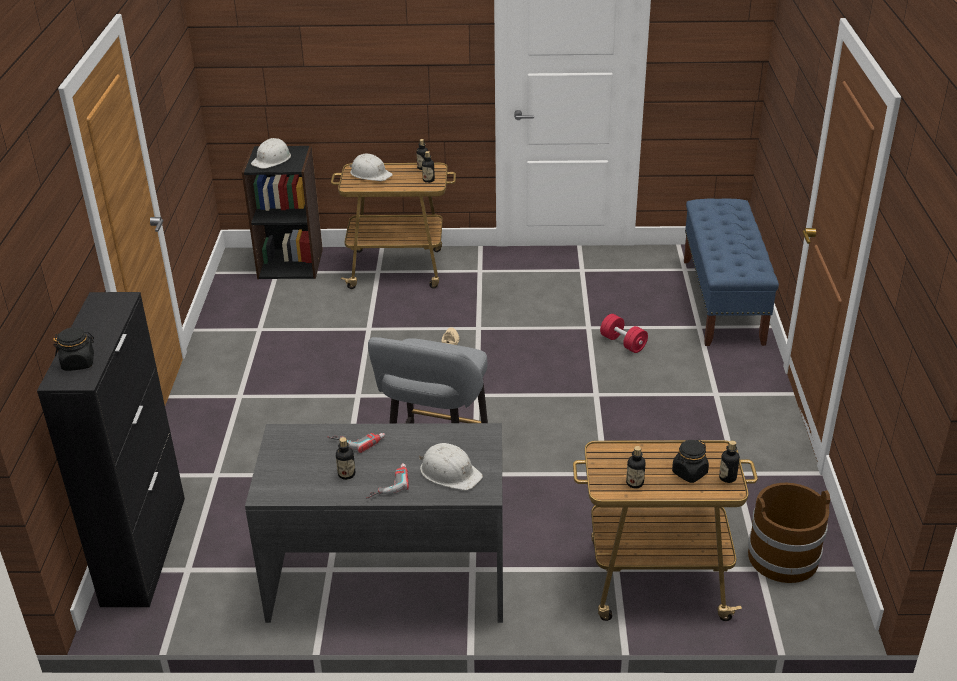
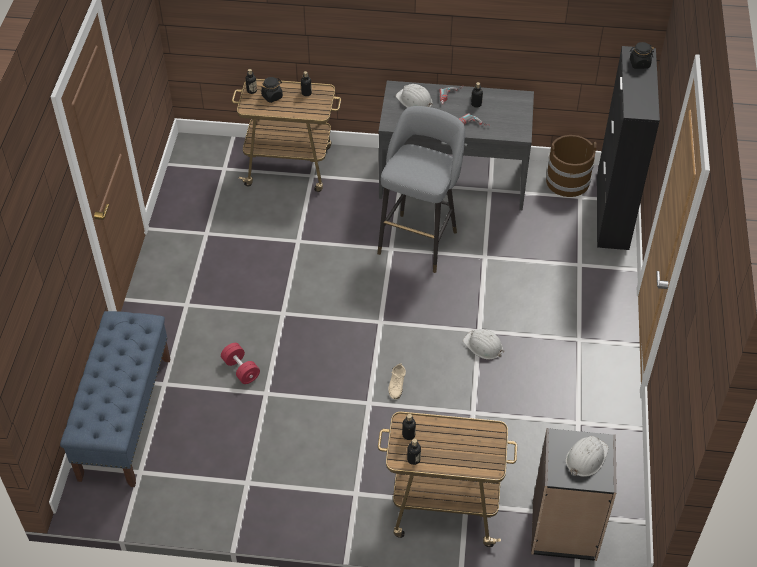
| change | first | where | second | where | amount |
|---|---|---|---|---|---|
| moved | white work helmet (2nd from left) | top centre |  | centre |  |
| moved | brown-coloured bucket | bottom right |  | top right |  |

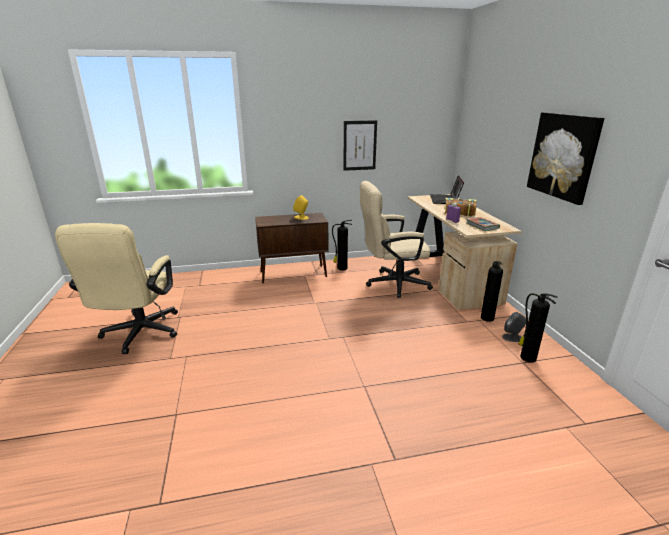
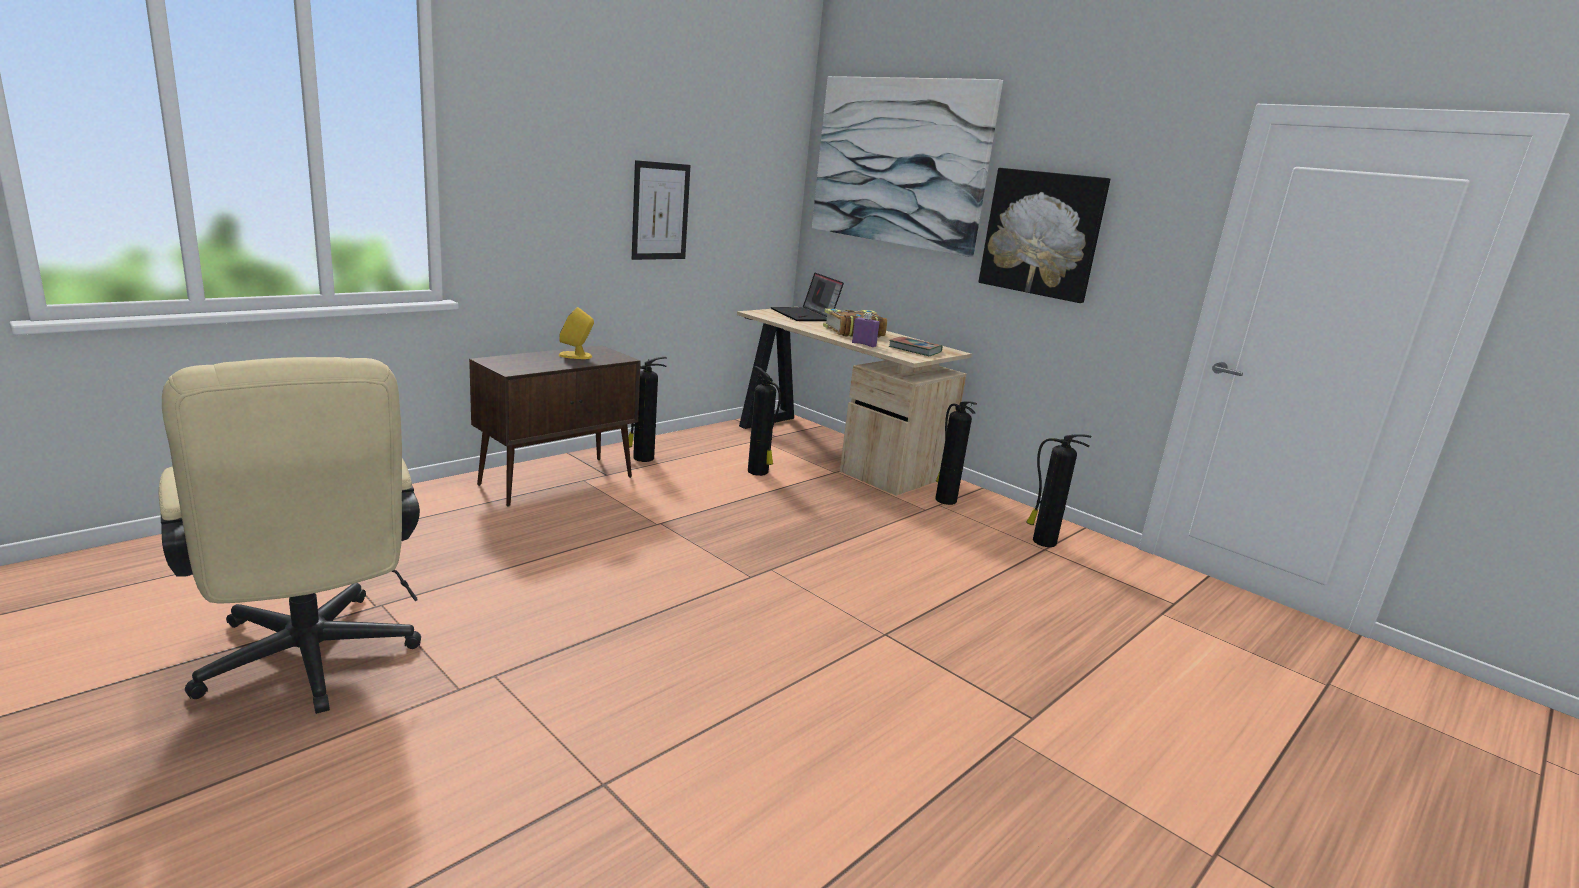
| change | first | where | second | where | amount |
|---|---|---|---|---|---|
| replaced | beige office chair (2nd from left) | centre | fire extinguisher (2nd from left) | centre |  |
| removed | greyish loudspeaker | middle right |  |  |  |
| added |  |  | wall picture (2nd from left) | top centre |  |

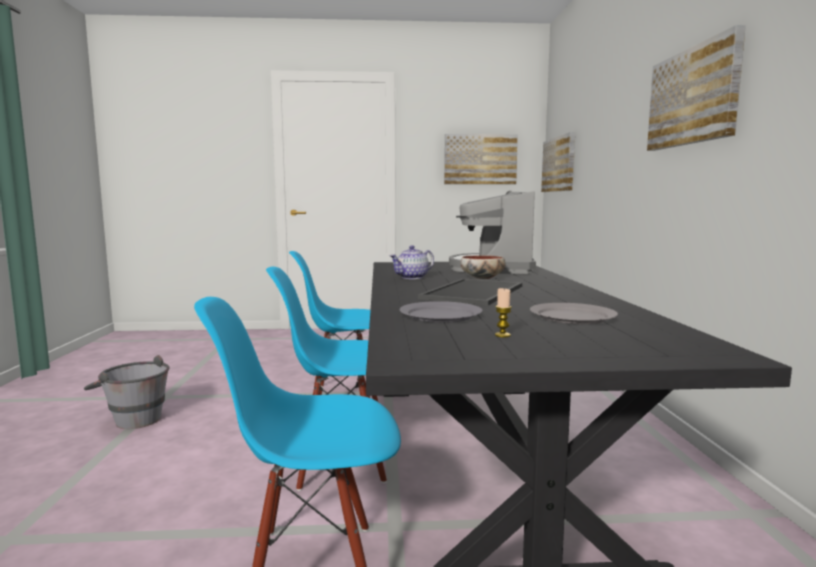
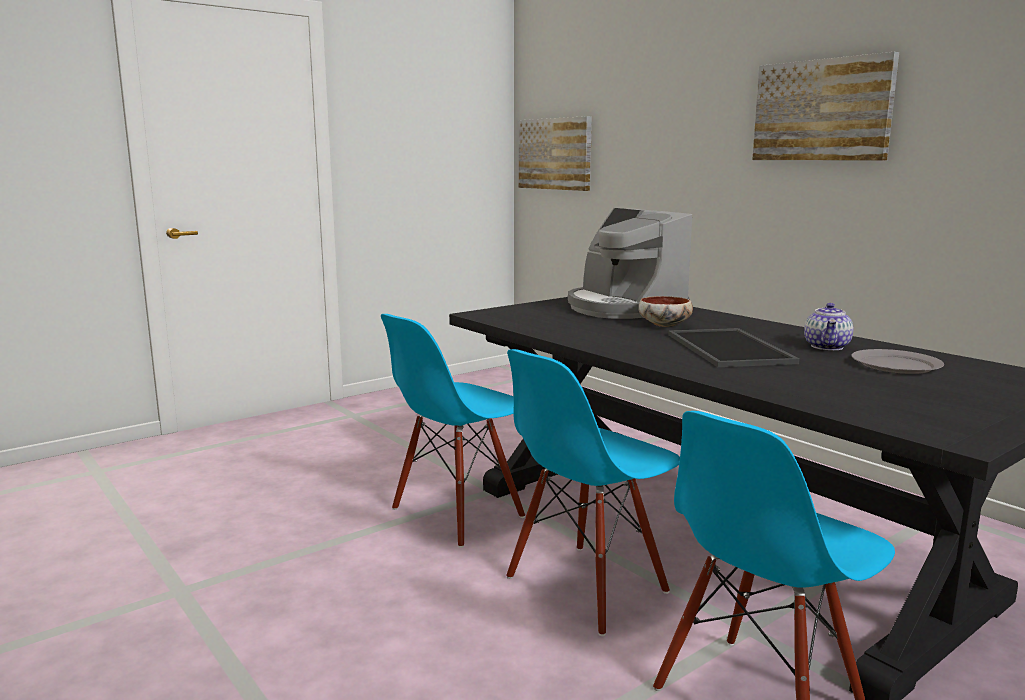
| change | first | where | second | where | amount |
|---|---|---|---|---|---|
| removed | greyish bucket | bottom left |  |  |  |
| moved | pot for tea | centre |  | middle right |  |
| removed | greyish dinner plate (1st from left) | centre |  |  |  |
| removed | wall picture (1st from left) | top centre |  |  |  |
| removed | wax light | centre |  |  |  |

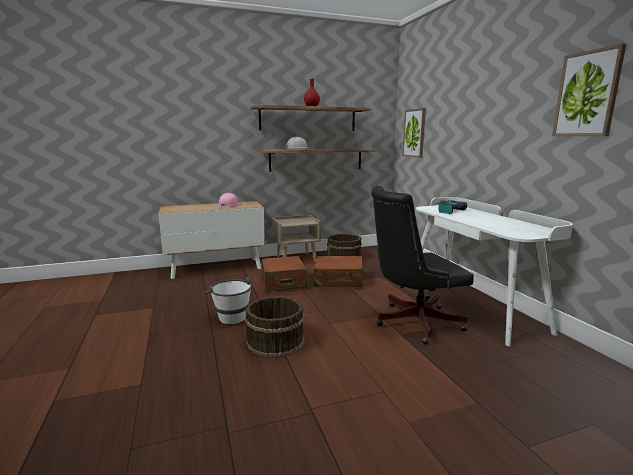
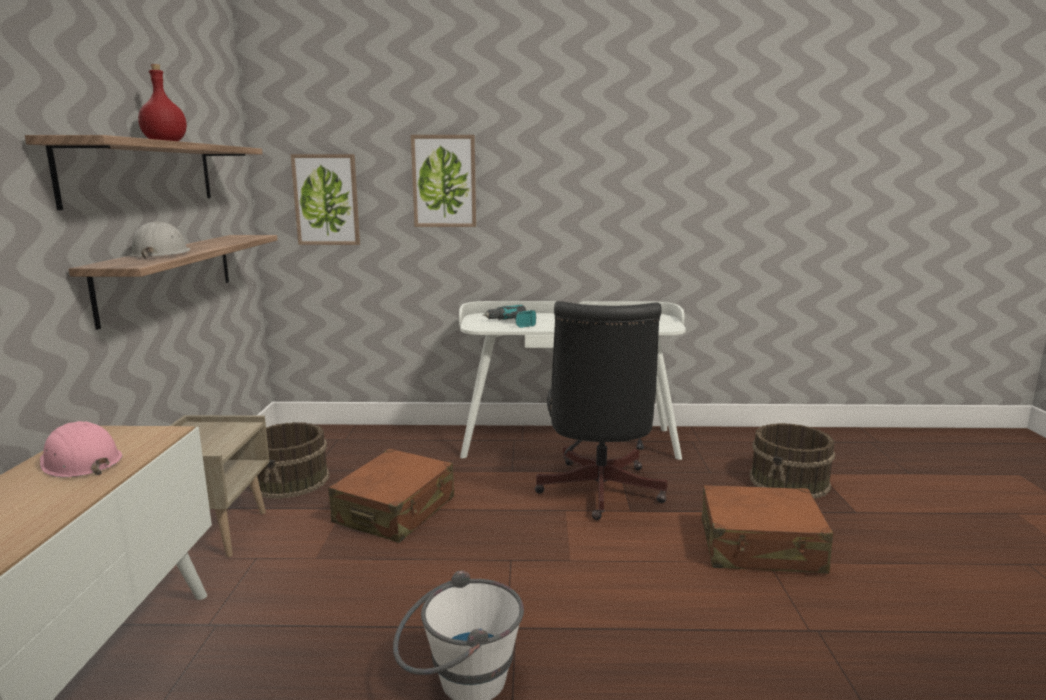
| change | first | where | second | where | amount |
|---|---|---|---|---|---|
| moved | brown-coloured bucket (1st from left in the first image) | bottom centre | brown-coloured bucket (2nd from left) | middle right |  |
| moved | brown-coloured piece of luggage (1st from left in the first image) | centre | brown-coloured piece of luggage (2nd from left) | bottom right |  |
| moved | wall picture (2nd from left) | top right |  | top centre |  |

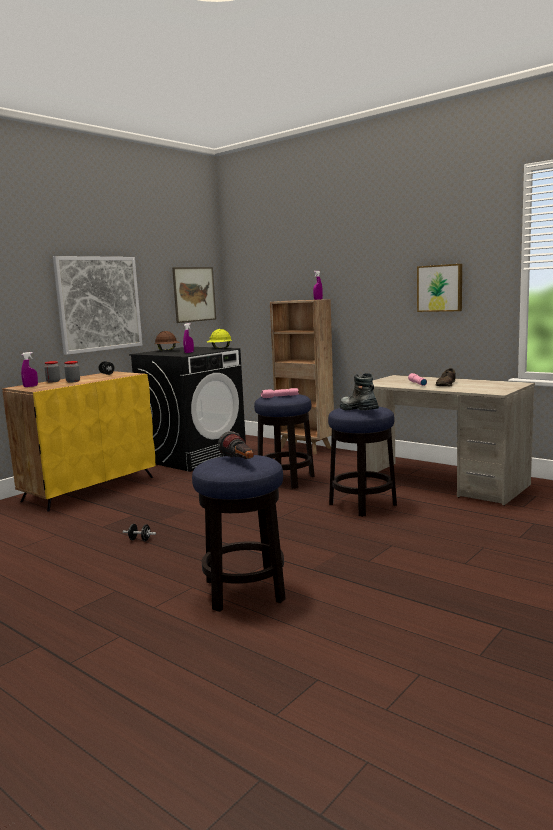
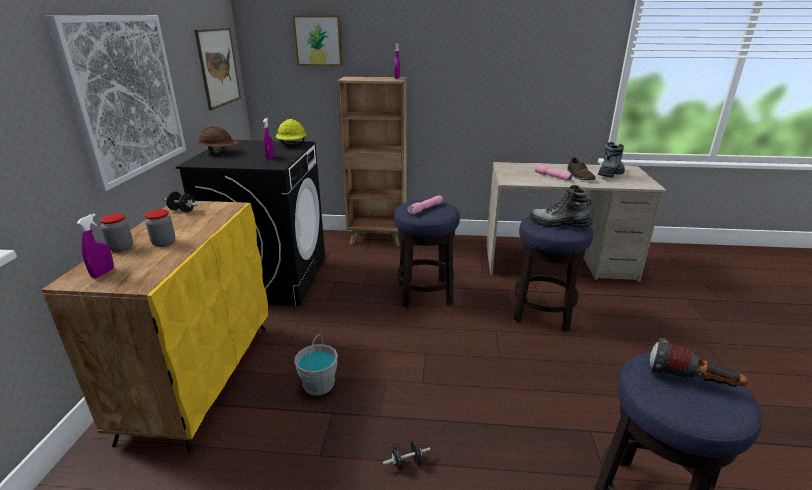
| change | first | where | second | where | amount |
|---|---|---|---|---|---|
| moved | wall picture (3rd from left) | middle right |  | top centre |  |
| added |  |  | greyish bucket | bottom centre |  |
| added |  |  | boot (2nd from left) | top right |  |

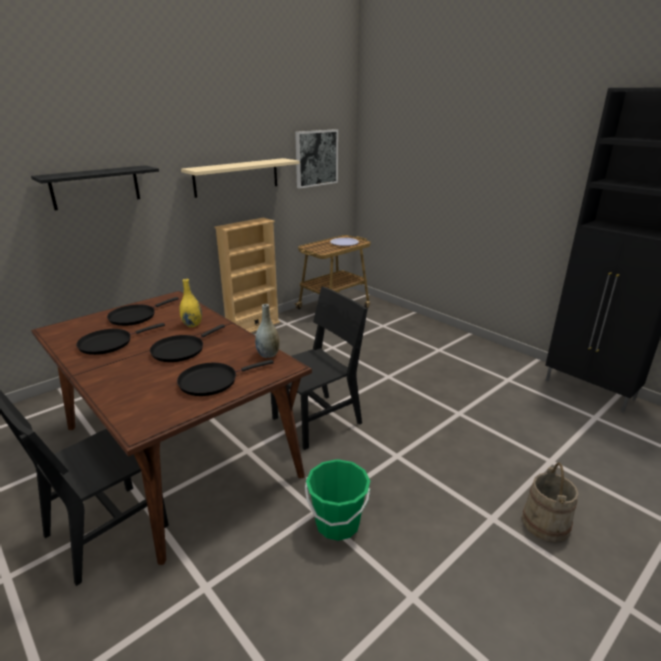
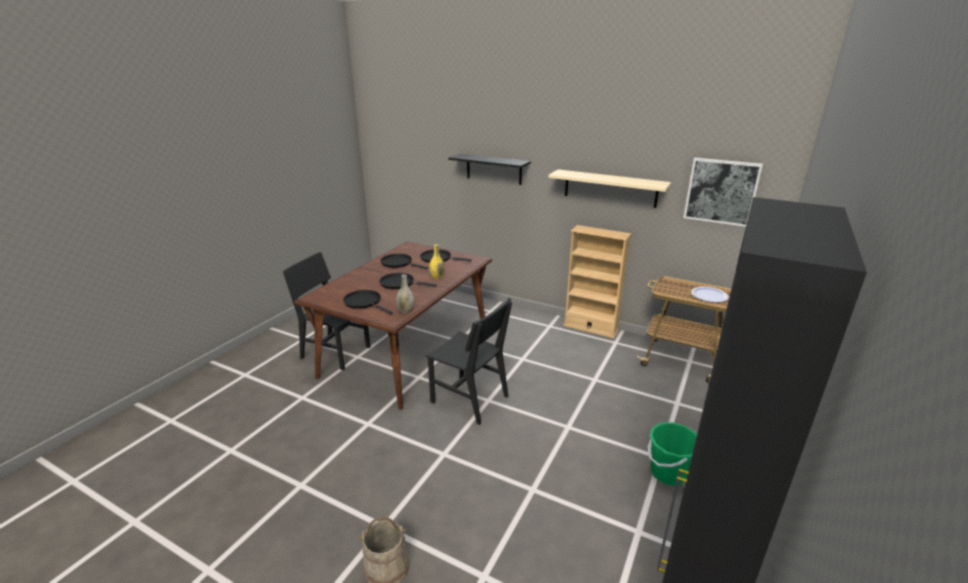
| change | first | where | second | where | amount |
|---|---|---|---|---|---|
| moved | greenish bucket | bottom centre |  | bottom right |  |

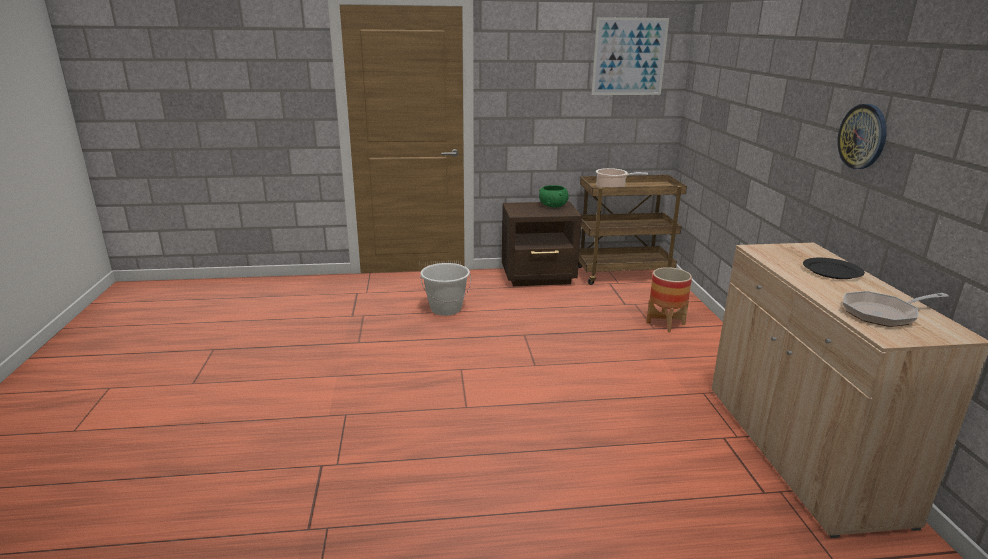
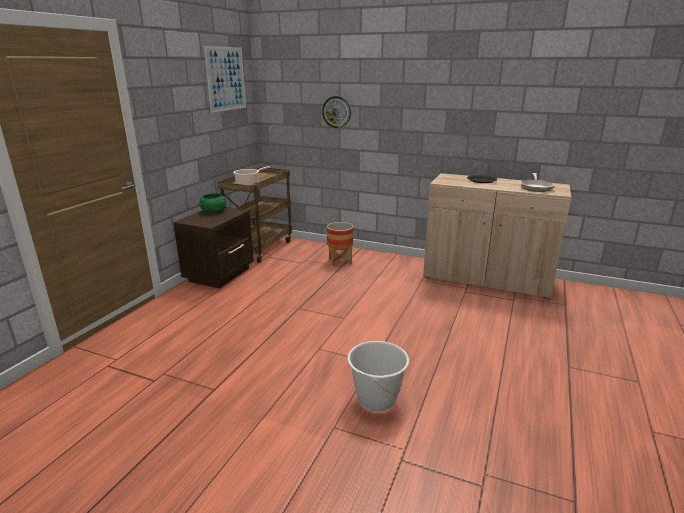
| change | first | where | second | where | amount |
|---|---|---|---|---|---|
| moved | white bucket | centre |  | bottom centre |  |
| moved | wall clock | top right |  | top centre |  |

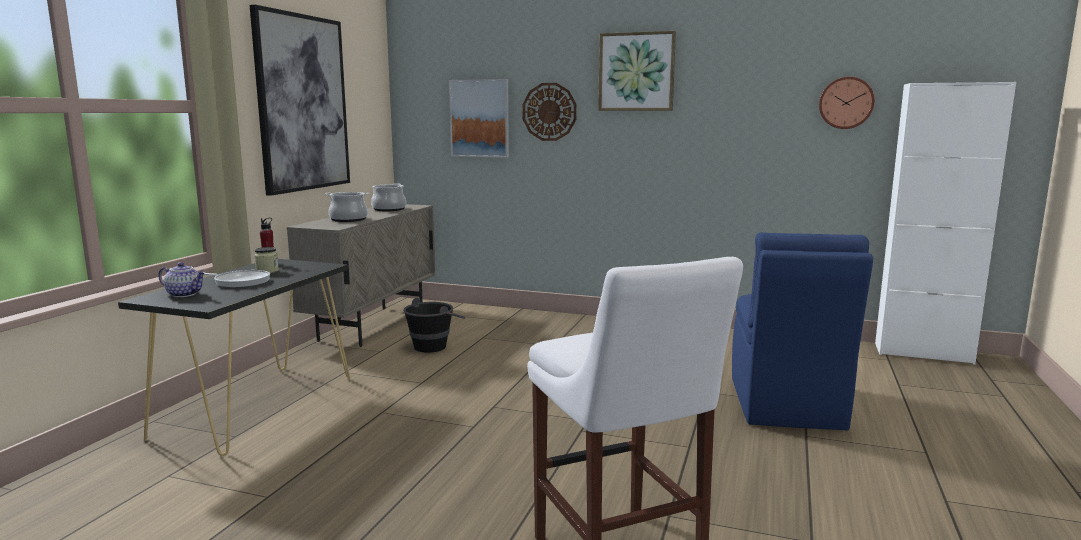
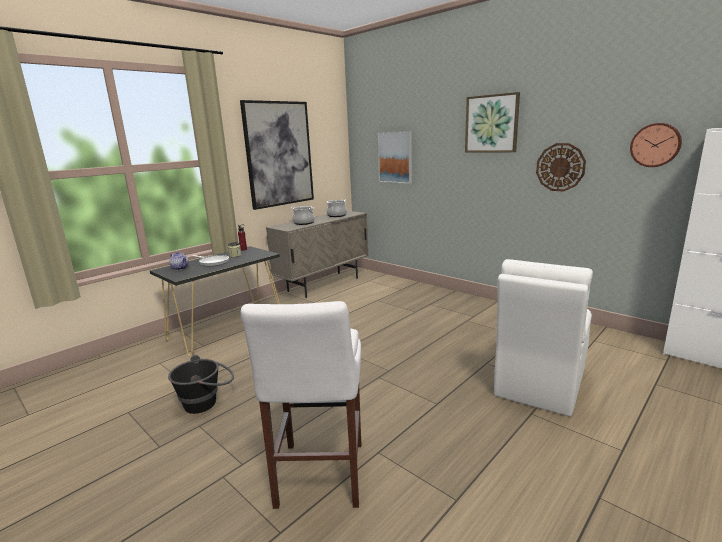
| change | first | where | second | where | amount |
|---|---|---|---|---|---|
| moved | black-coloured bucket | centre |  | bottom left |  |
| moved | wall clock (1st from left) | top centre |  | top right |  |
| recoloured | bluish upright chair | middle right | white upright chair | middle right |  |

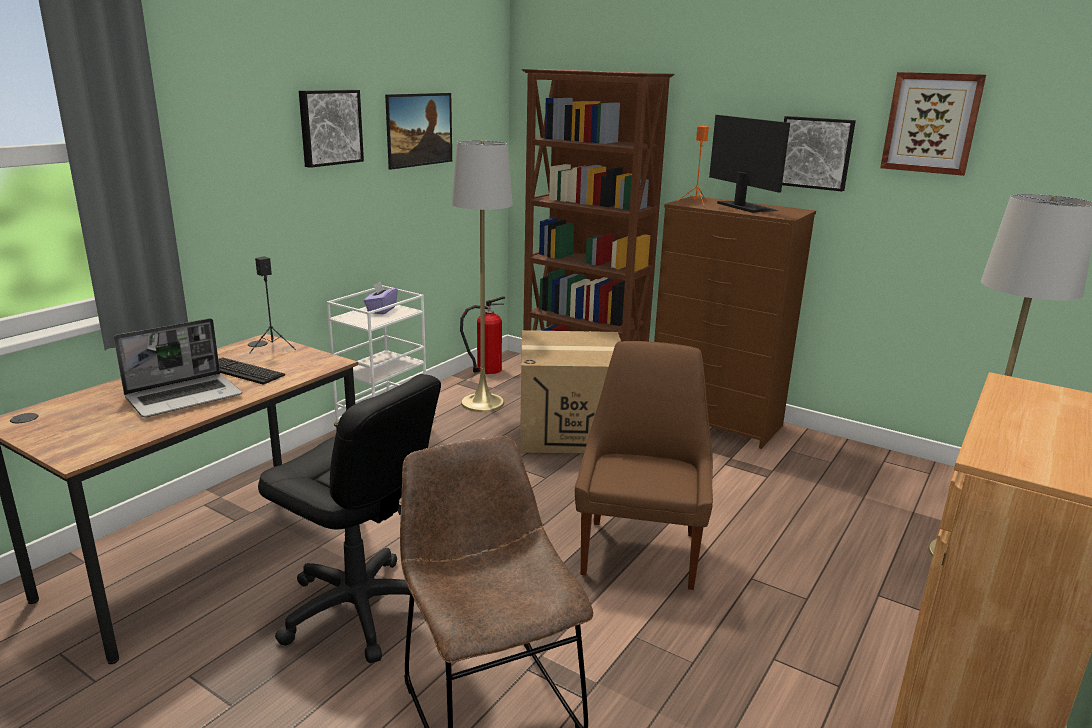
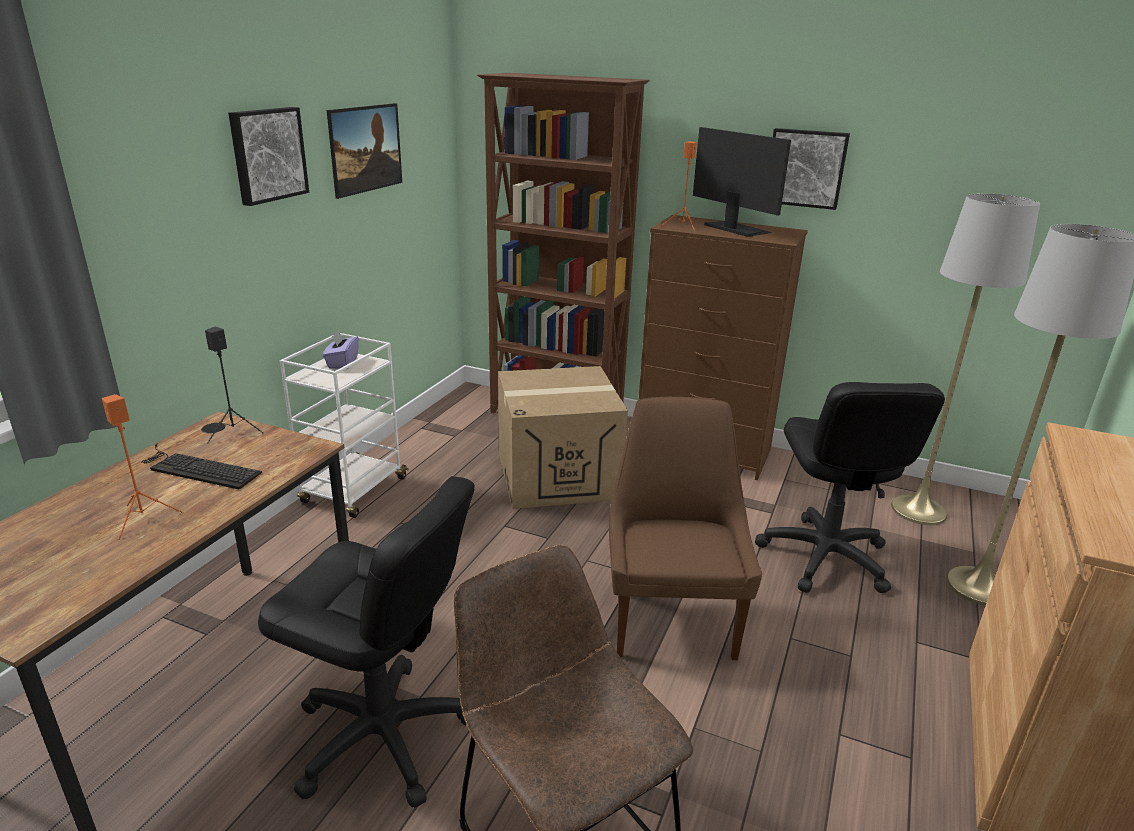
| change | first | where | second | where | amount |
|---|---|---|---|---|---|
| replaced | laptop | middle left | orange-coloured loudspeaker (1st from left) | middle left |  |
| moved | greyish standing lamp (1st from left) | centre |  | middle right |  |
| removed | fire extinguisher | centre |  |  |  |
| removed | wall picture (4th from left) | top right |  |  |  |
| added |  |  | black-coloured office chair (2nd from left) | middle right |  |

